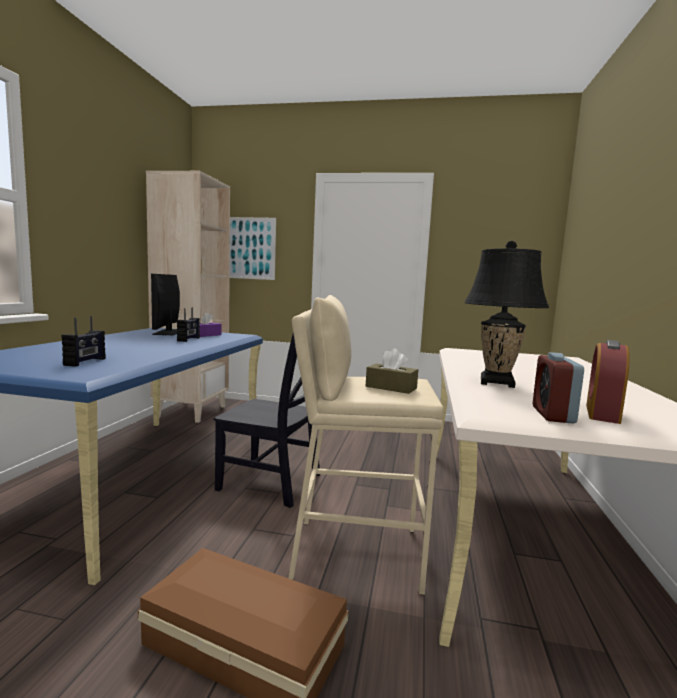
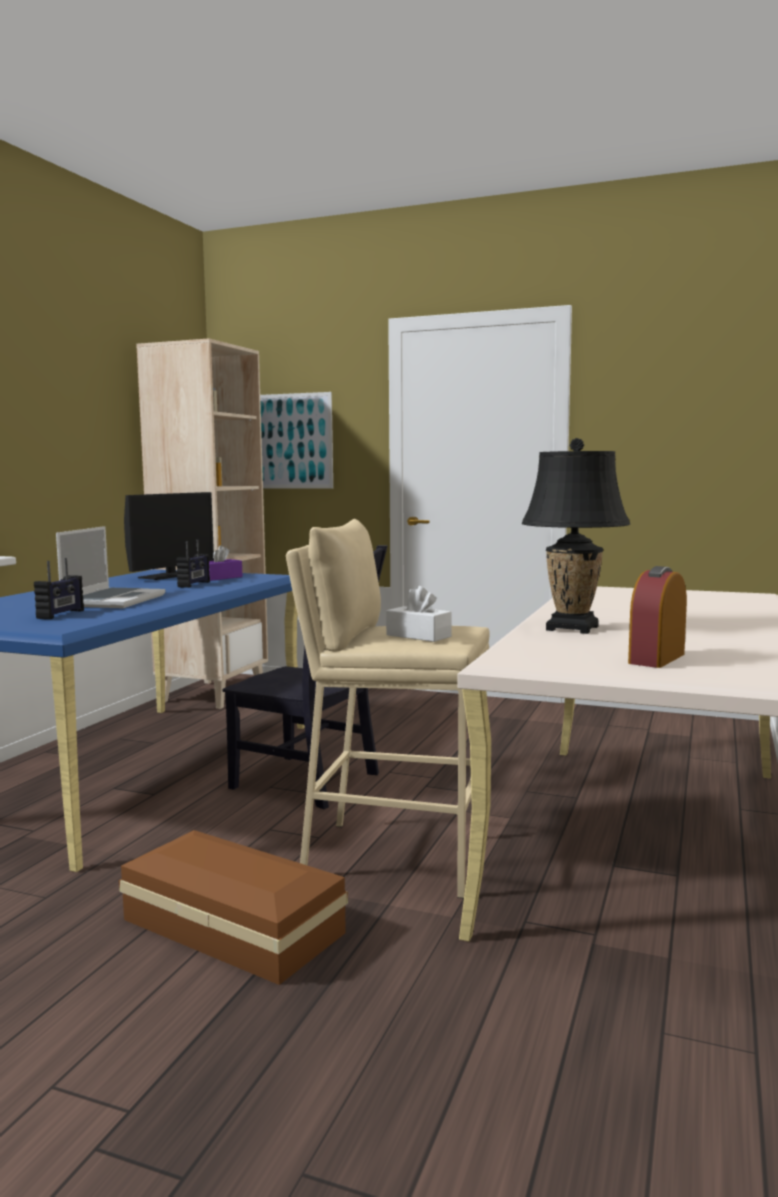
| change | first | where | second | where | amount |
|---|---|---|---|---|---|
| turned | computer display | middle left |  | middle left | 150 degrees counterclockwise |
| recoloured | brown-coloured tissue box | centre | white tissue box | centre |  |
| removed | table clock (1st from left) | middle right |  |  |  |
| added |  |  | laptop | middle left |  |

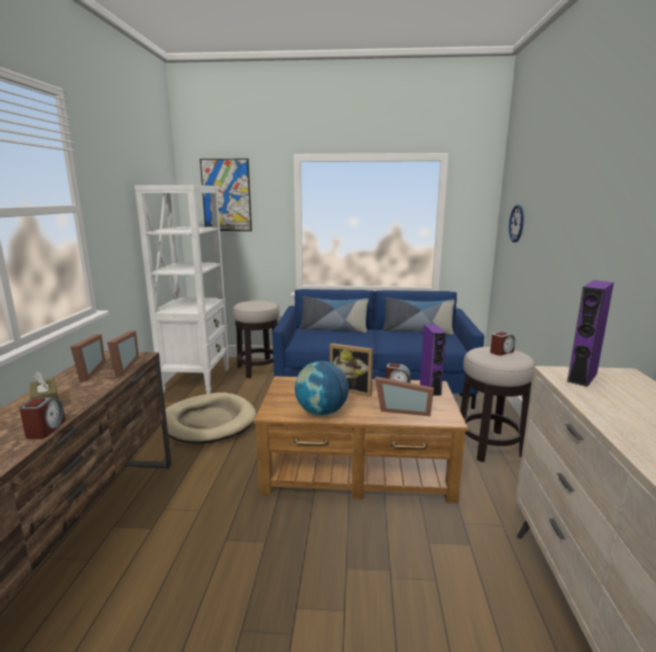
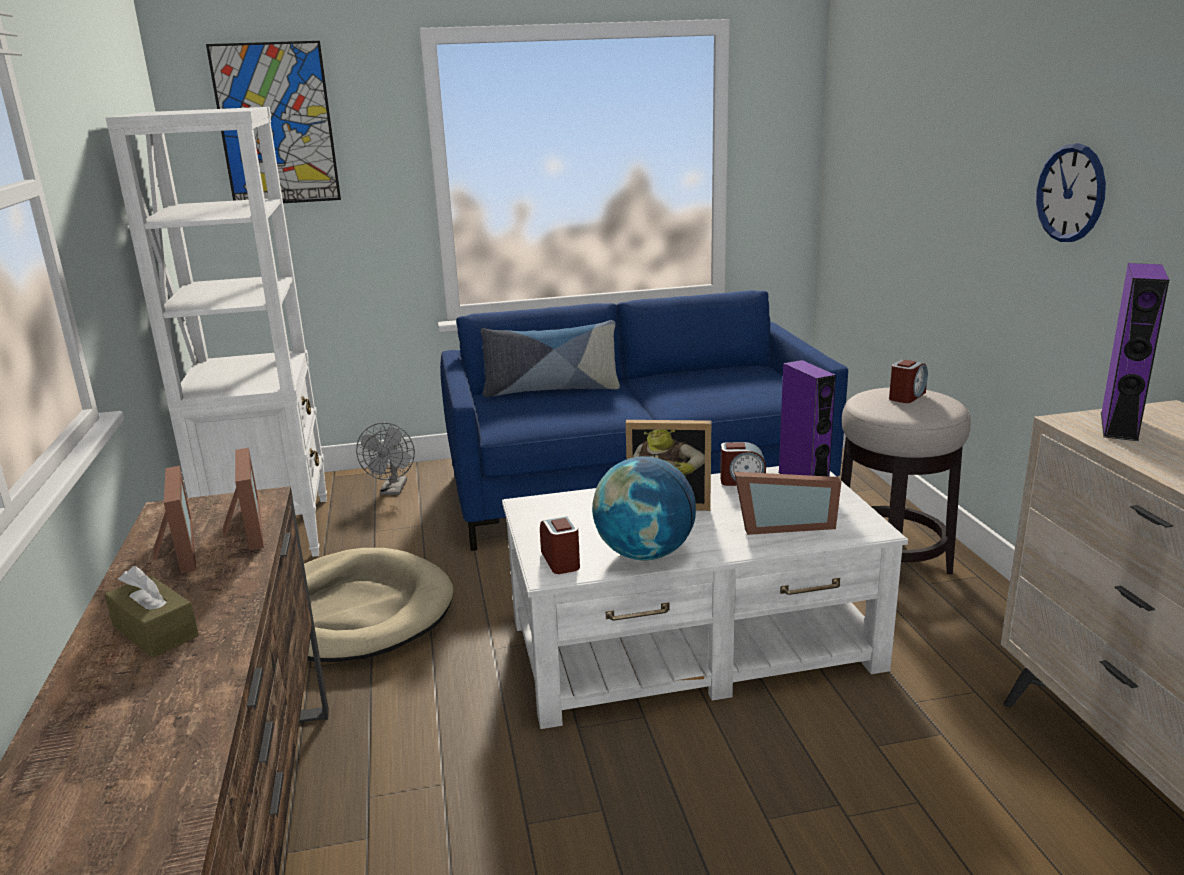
| change | first | where | second | where | amount |
|---|---|---|---|---|---|
| moved | table clock (1st from left) | middle left |  | centre |  |
| replaced | stool seat (1st from left) | centre | greyish fan | middle left |  |
| recoloured | brown-coloured lounge table | bottom centre | white lounge table | bottom centre |  |
| removed | cushion (2nd from left) | centre |  |  |  |
| moved | wall clock | middle right |  | top right |  |

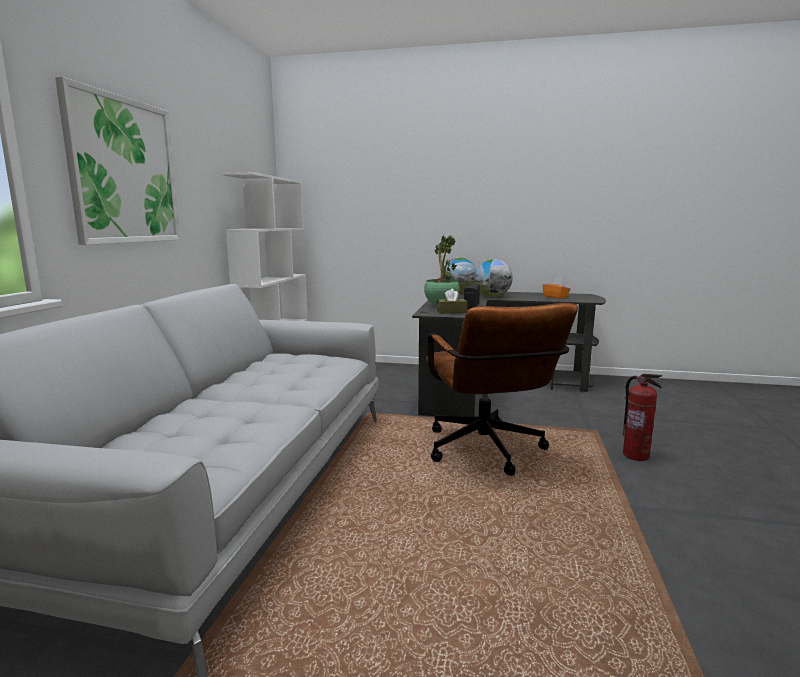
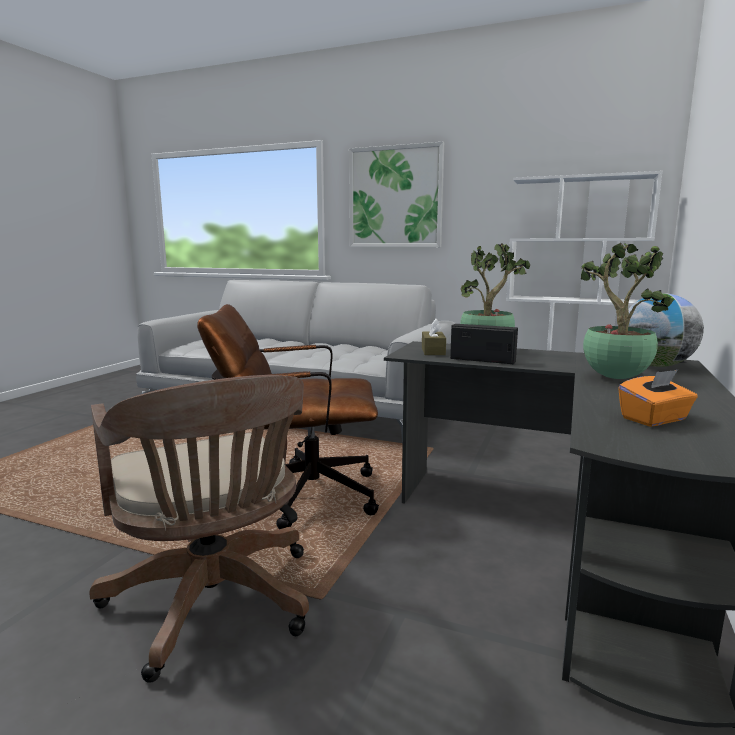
| change | first | where | second | where | amount |
|---|---|---|---|---|---|
| replaced | globe (2nd from left) | centre | plant in a pot (2nd from left) | middle right |  |
| replaced | fire extinguisher | middle right | brown-coloured office chair (1st from left) | bottom left |  |

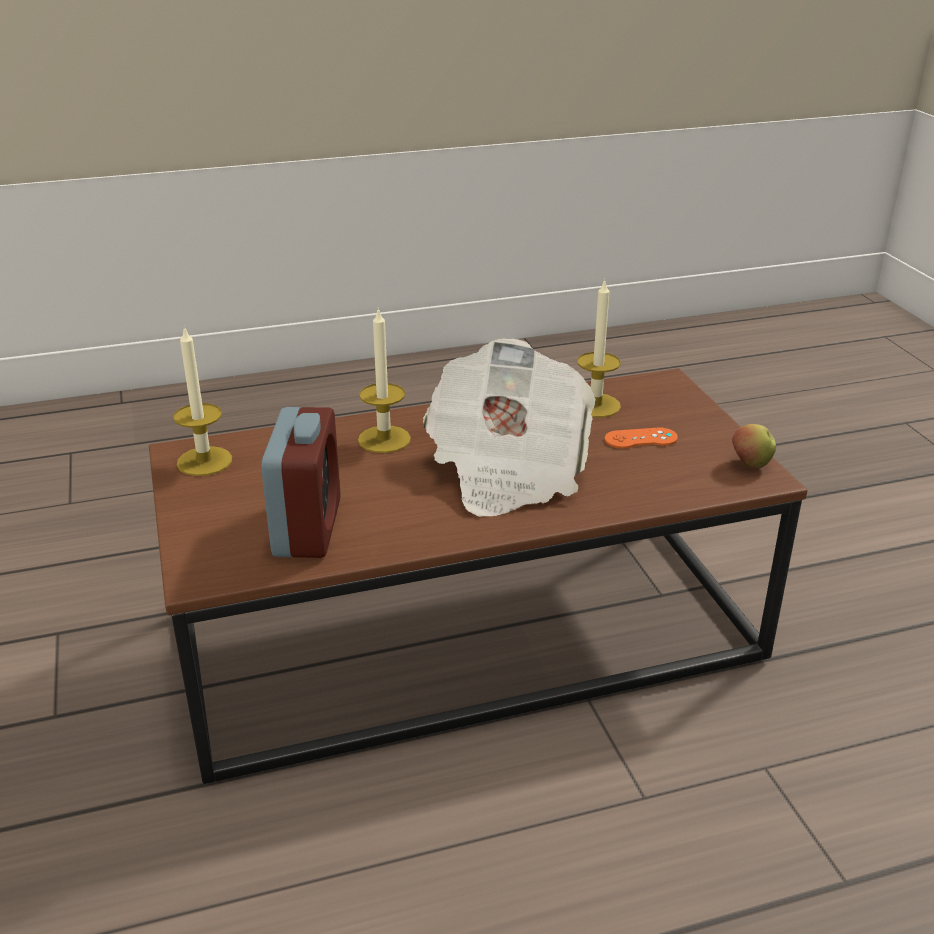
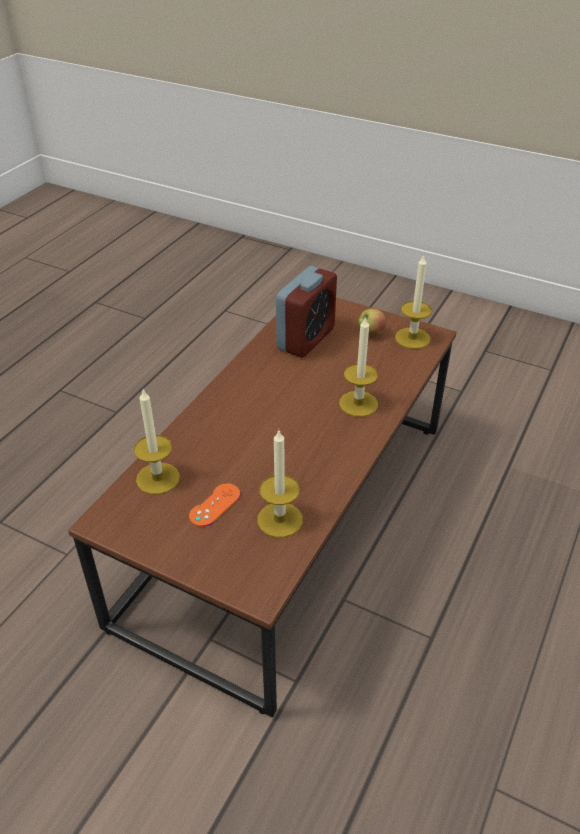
| change | first | where | second | where | amount |
|---|---|---|---|---|---|
| turned | table clock | middle left |  | centre | 105 degrees counterclockwise |
| removed | printed paper | centre |  |  |  |
| moved | apple | middle right |  | centre |  |
| added |  |  | wax light (1st from left) | middle left |  |

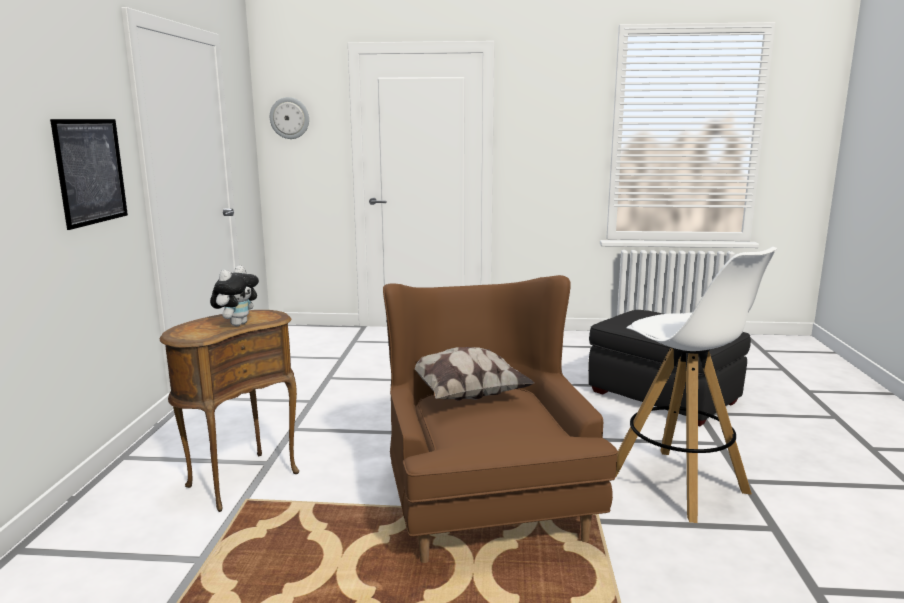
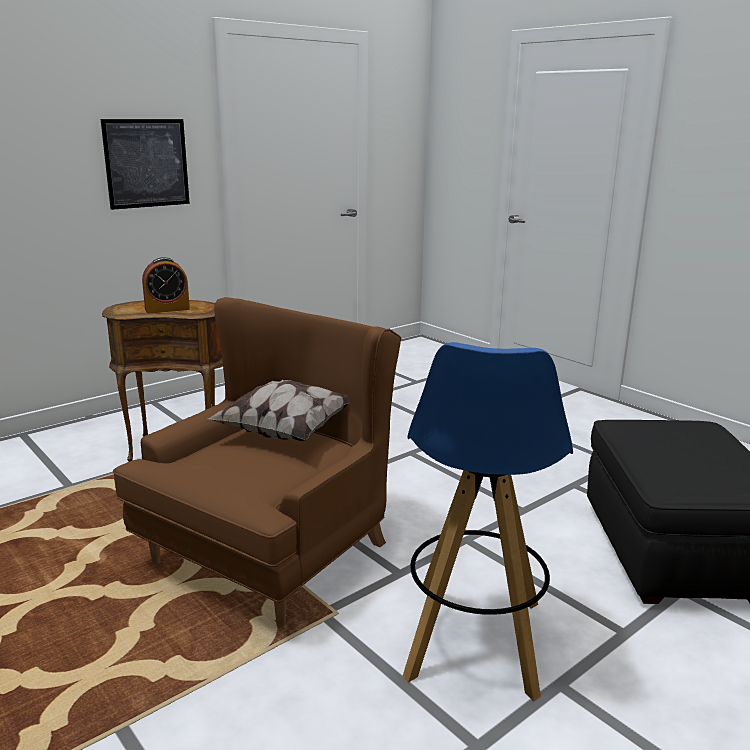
| change | first | where | second | where | amount |
|---|---|---|---|---|---|
| replaced | soft toy | middle left | table clock | middle left |  |
| removed | wall clock | top left |  |  |  |
| recoloured | white stool seat | middle right | bluish stool seat | bottom centre |  |

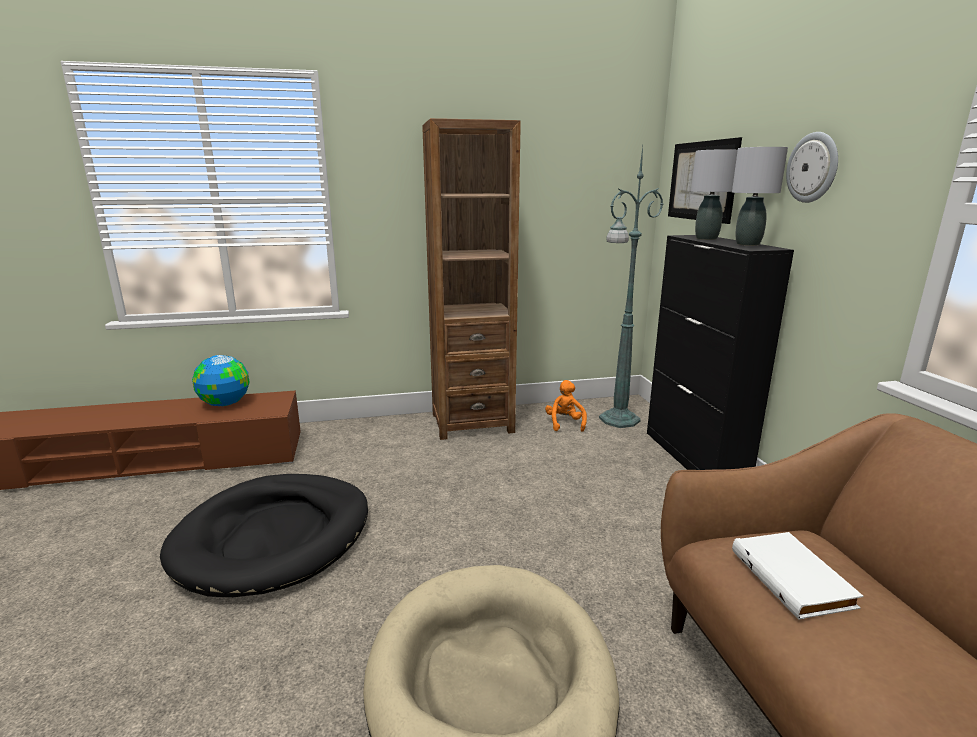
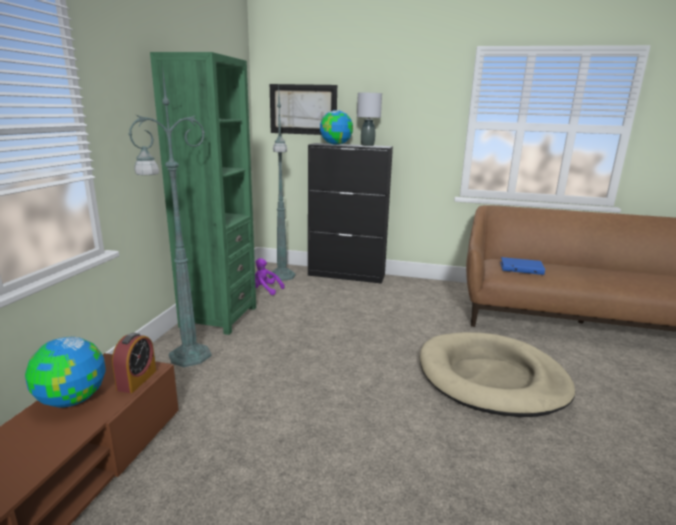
| change | first | where | second | where | amount |
|---|---|---|---|---|---|
| removed | black-coloured pet bed | bottom left |  |  |  |
| recoloured | brown-coloured bookcase | centre | greenish bookcase | middle left |  |
| recoloured | orange-coloured soft toy | centre | purplish soft toy | centre |  |
| replaced | greyish tabletop lamp (1st from left) | top right | globe (2nd from left) | top centre |  |
| recoloured | white book | bottom right | bluish book | middle right |  |
| removed | wall clock | top right |  |  |  |
| added |  |  | table clock | bottom left |  |
| added |  |  | greenish standing lamp (1st from left) | middle left |  |

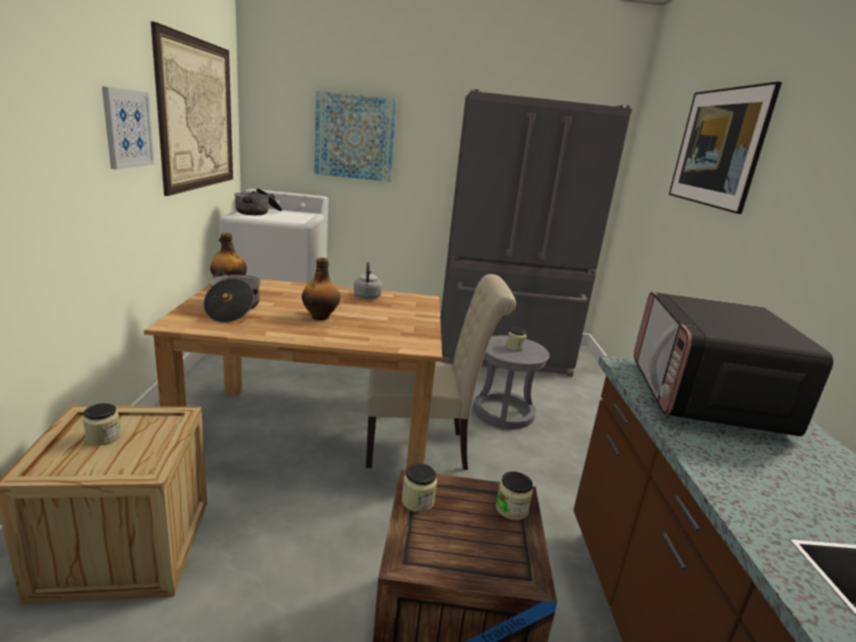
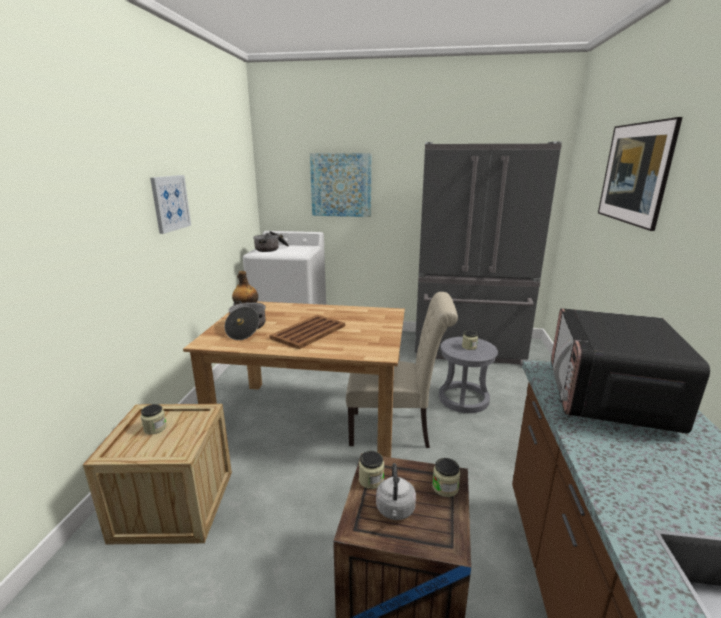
| change | first | where | second | where | amount |
|---|---|---|---|---|---|
| removed | wall picture (2nd from left) | top left |  |  |  |
| replaced | drink bottle (2nd from left) | centre | brown-coloured tray | centre |  |
| moved | greyish water kettle | centre |  | bottom centre |  |

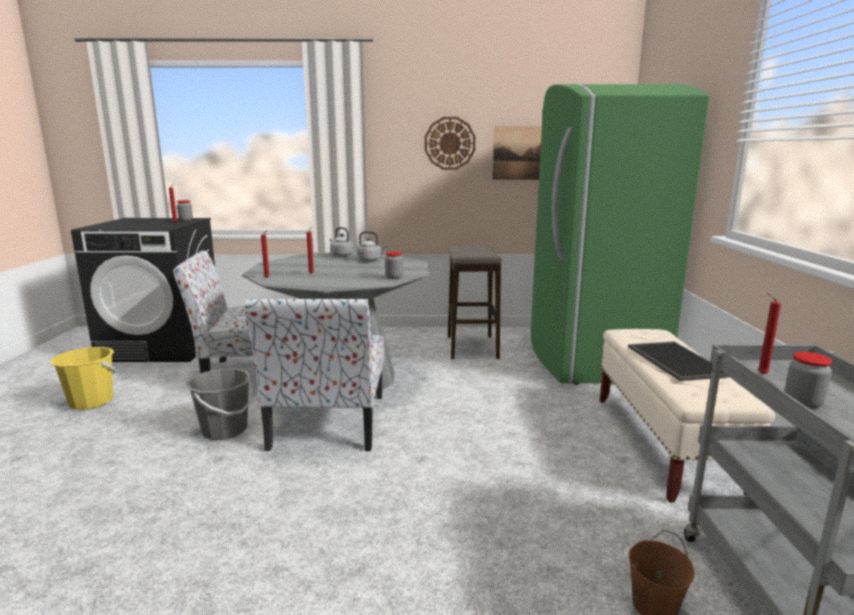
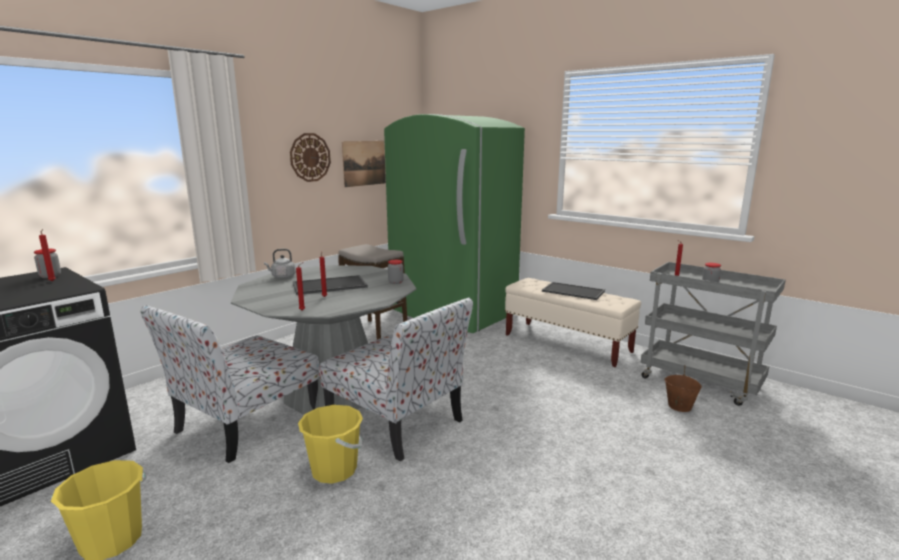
| change | first | where | second | where | amount |
|---|---|---|---|---|---|
| recoloured | greyish bucket | middle left | yellow-coloured bucket (2nd from left) | bottom centre |  |
| removed | greyish water kettle (2nd from left) | centre |  |  |  |
| added |  |  | tray (1st from left) | centre |  |

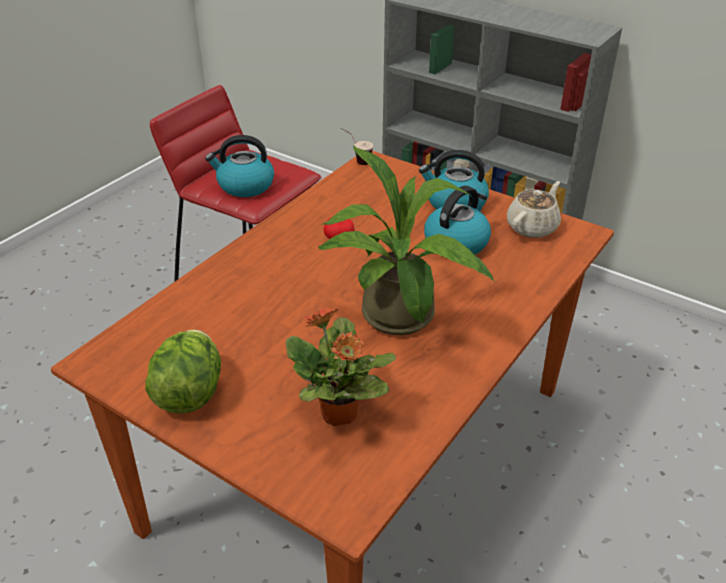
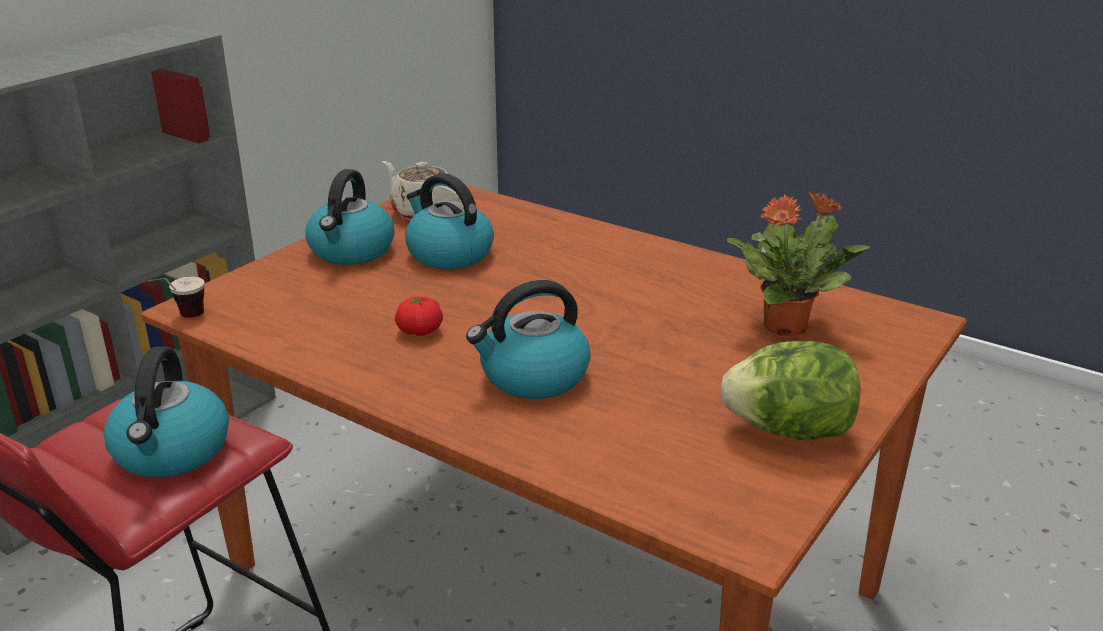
| change | first | where | second | where | amount |
|---|---|---|---|---|---|
| removed | plant in a pot (2nd from left) | centre |  |  |  |
| added |  |  | water kettle (4th from left) | centre |  |

